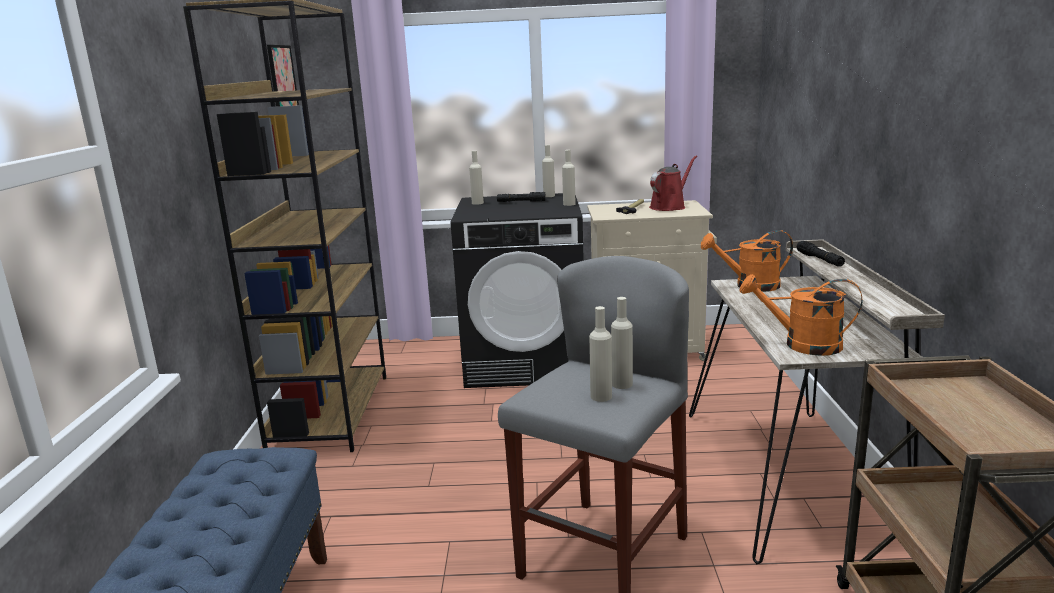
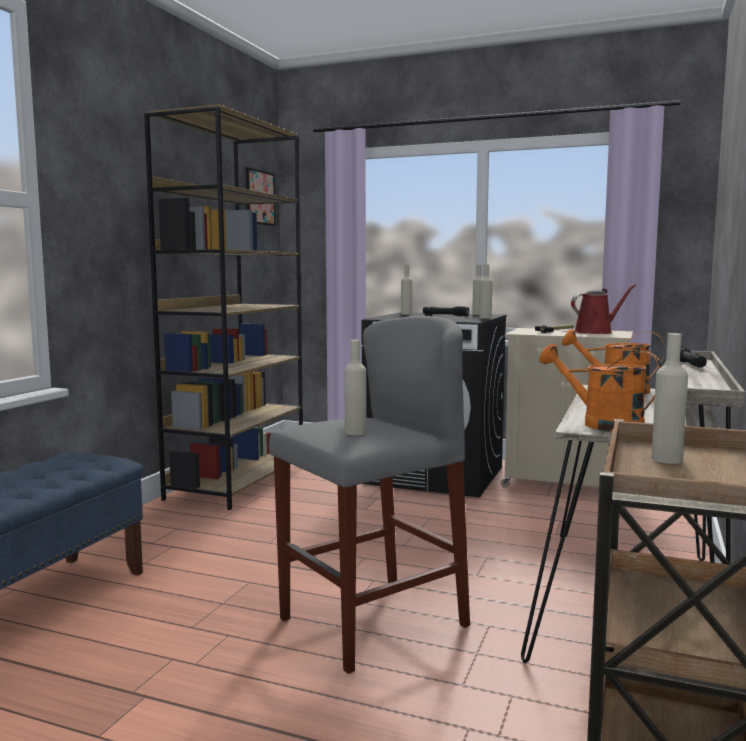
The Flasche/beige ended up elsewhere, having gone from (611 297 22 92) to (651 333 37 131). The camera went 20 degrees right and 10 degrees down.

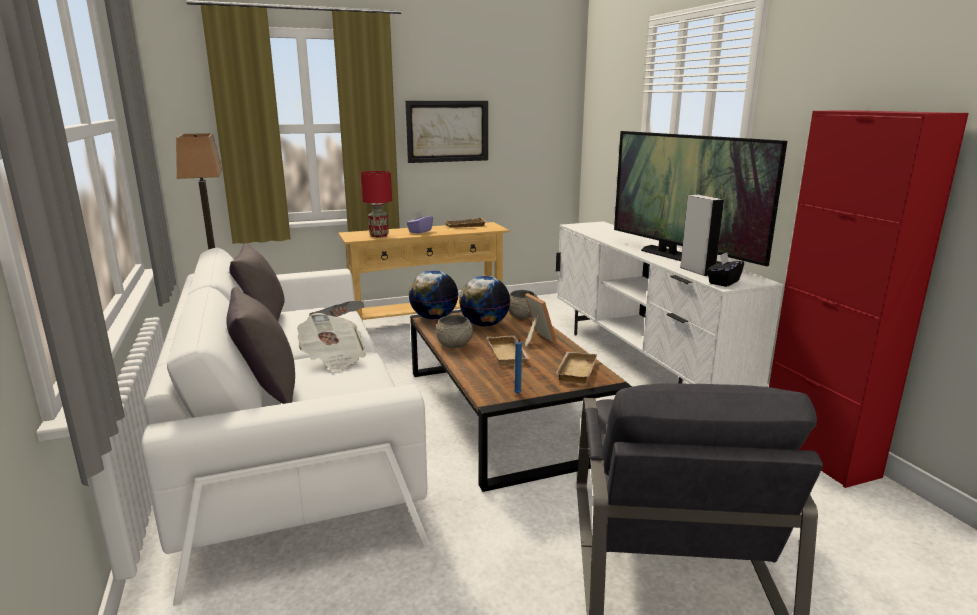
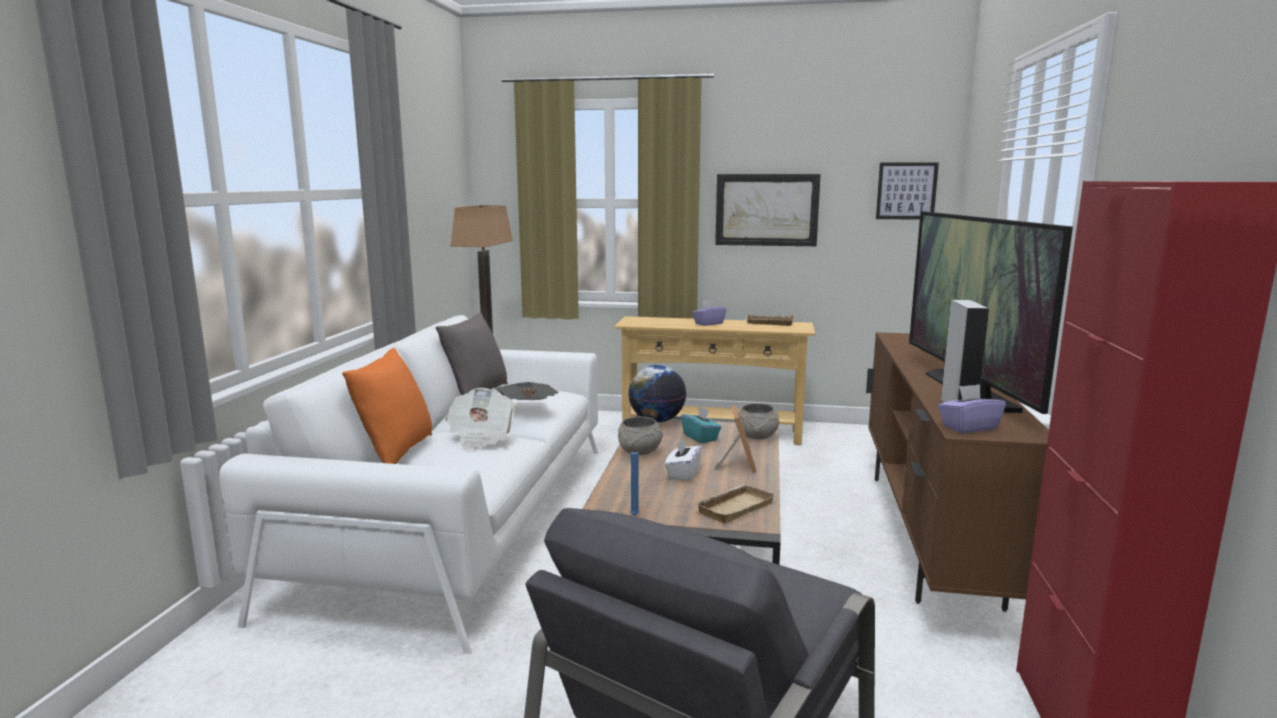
What was the Kissen/grau at (226 287 69 117) turned into the Kissen/orange at (342 348 90 116). Where the Tablett/beige stood at (487 335 42 31), the Taschentuchbox/weiß came to stand at (665 437 37 44). Where the Globus stood at (459 276 51 51), the Taschentuchbox/türkis came to stand at (681 407 40 36). What was the Fernsehschrank/weiß at (556 221 227 166) turned into the Fernsehschrank/braun at (866 332 183 280). The second view gained the Bild at (876 162 63 58). What was the Taschentuchbox/schwarz at (707 252 37 35) turned into the Taschentuchbox/lila at (938 384 68 49). The second view lost the Tischlampe/rot at (360 171 32 66). The camera went 30 degrees right and 5 degrees down.

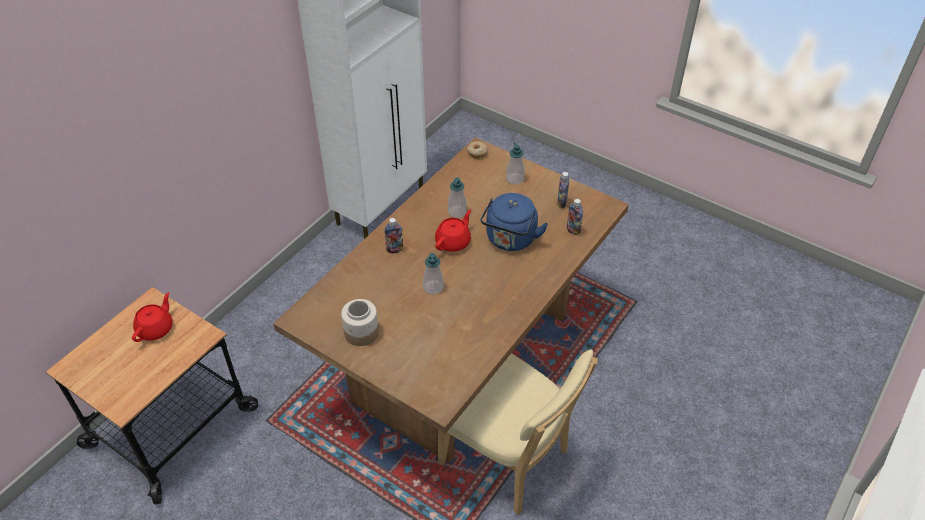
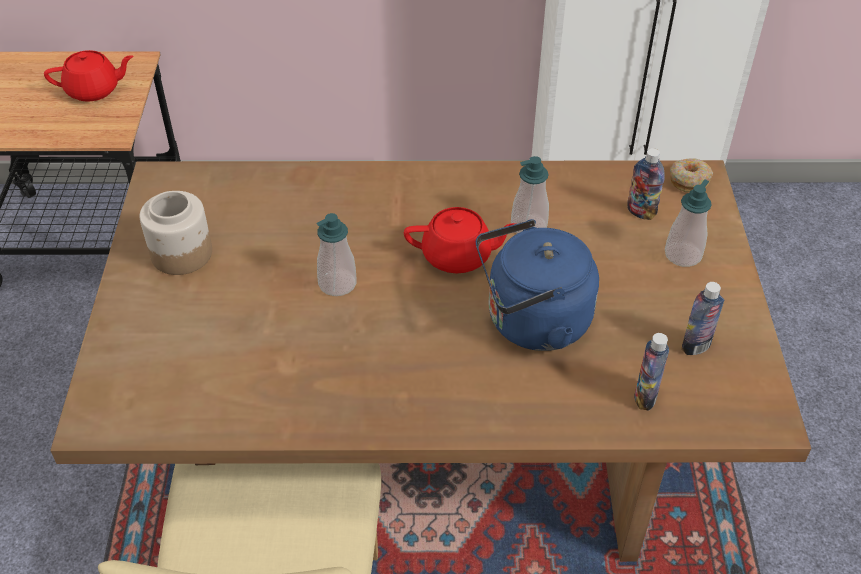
The Flasche ended up elsewhere, having gone from (384 218 19 35) to (627 148 38 72). The camera went 55 degrees right and 0 degrees up.

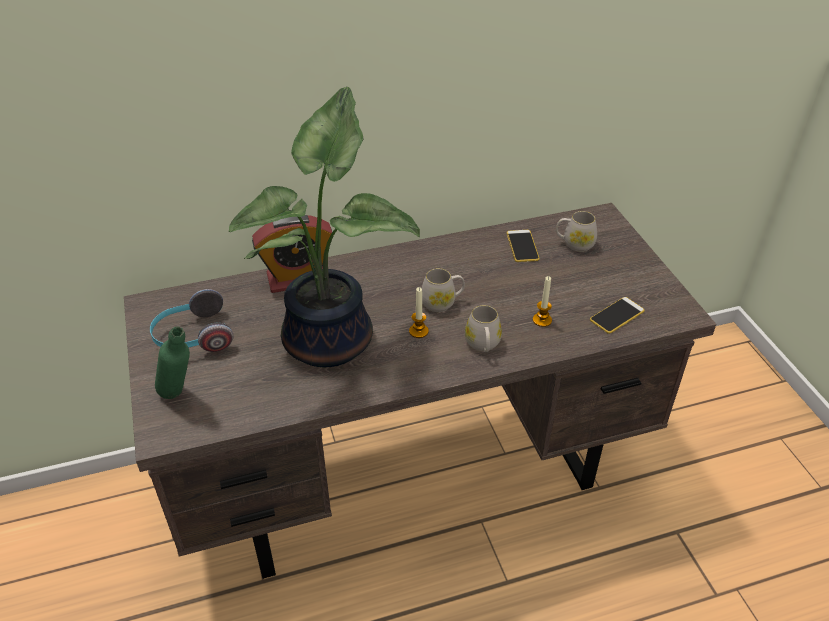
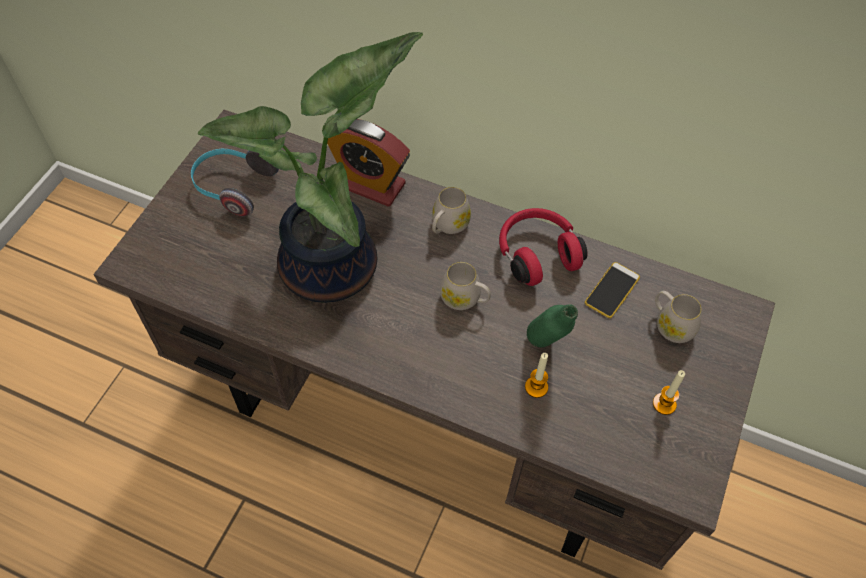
The Henkelbecher/weiß ended up elsewhere, having gone from (465 305 37 47) to (432 187 39 47). The second view gained the Kopfhörer/rot at (499 208 89 78). The Flasche/grün ended up elsewhere, having gone from (155 326 35 73) to (527 305 51 43). The Kerze ended up elsewhere, having gone from (409 287 20 51) to (653 370 32 45). The second view lost the Handy at (590 297 55 37). The camera went 40 degrees right and 15 degrees up.

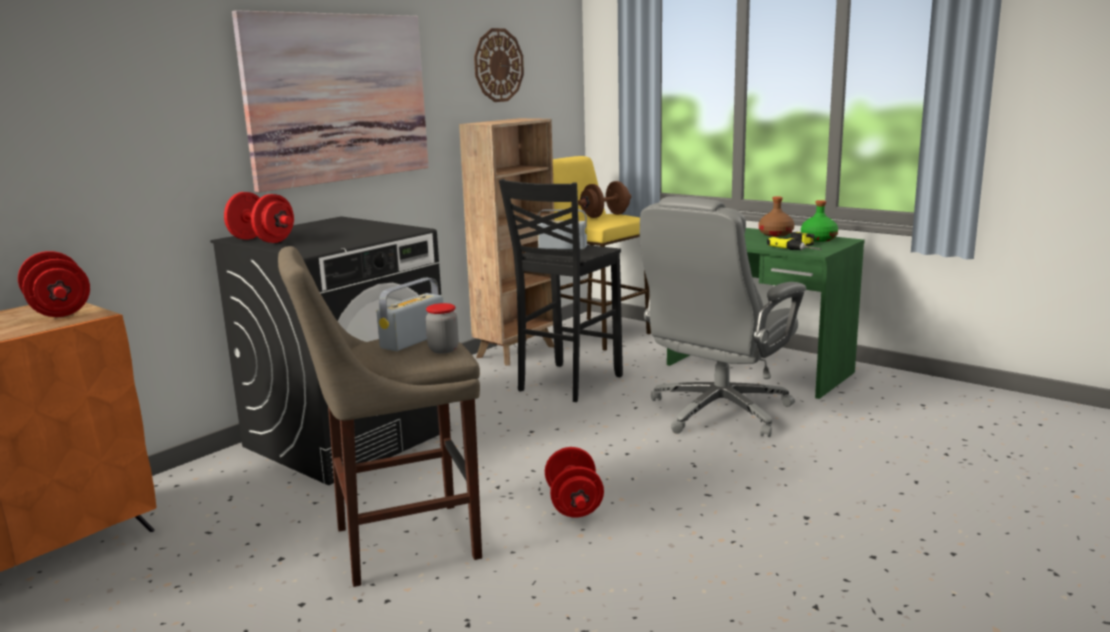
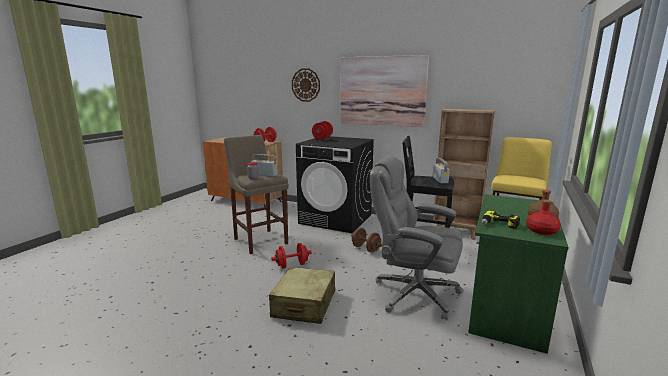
The second view gained the Koffer/beige at (269 267 66 57). The Wanduhr ended up elsewhere, having gone from (474 28 50 74) to (292 68 28 34). The Hantel/braun ended up elsewhere, having gone from (578 181 53 37) to (351 228 31 25). What was the Flasche/grün at (801 200 37 42) turned into the Flasche/rot at (526 200 35 35). The camera went 75 degrees right and 0 degrees up.

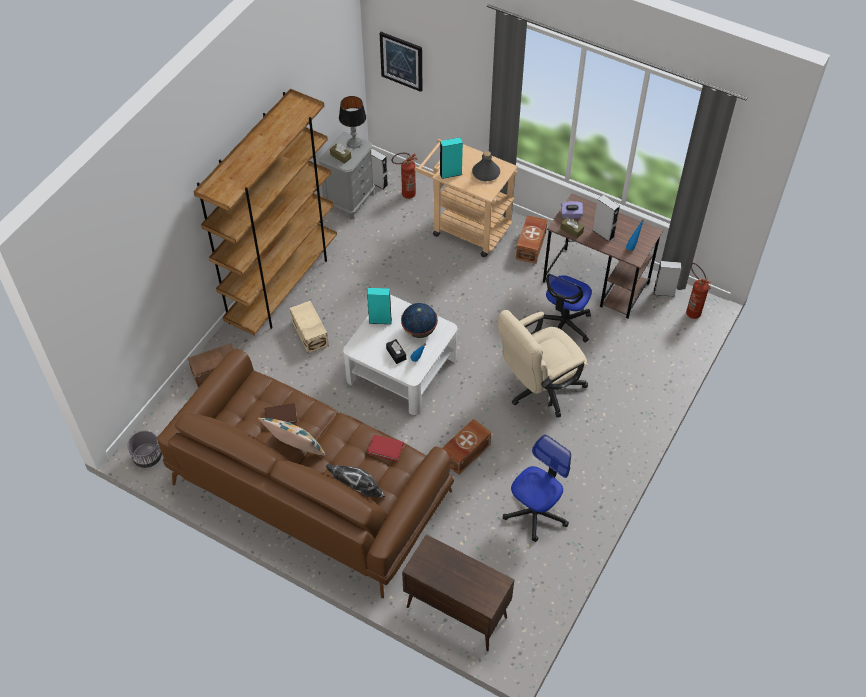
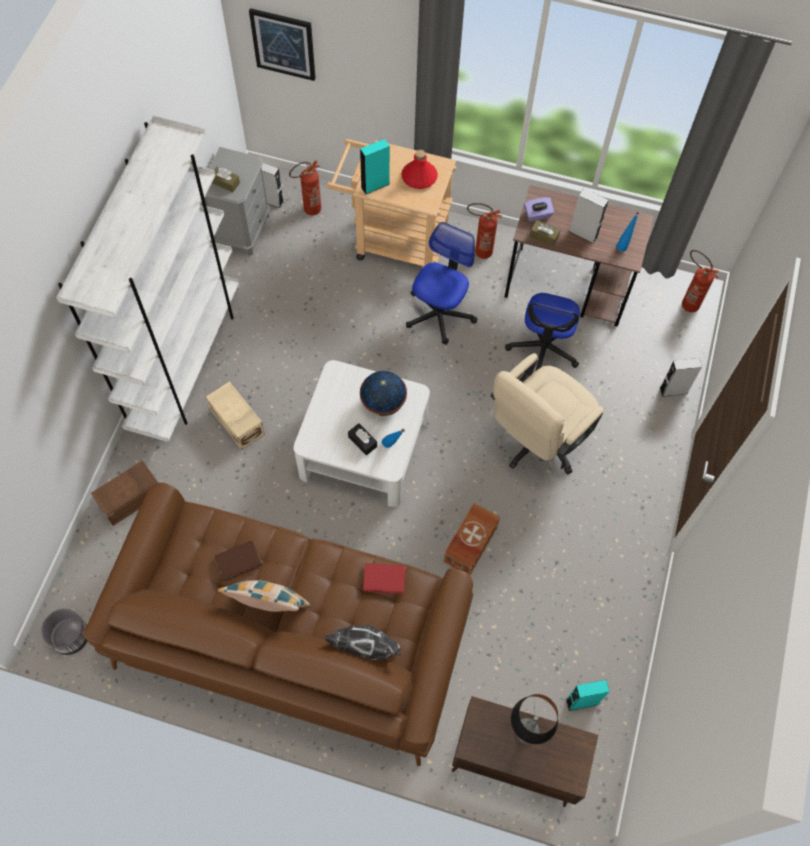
What was the Bücherregal/braun at (193 89 144 246) turned into the Bücherregal/weiß at (56 115 183 327). What was the Flasche/grau at (472 151 28 30) turned into the Flasche/rot at (401 150 37 39). The Bürostuhl ended up elsewhere, having gone from (503 435 68 107) to (406 222 71 123). Where the Aufbewahrungsbox/braun stood at (516 215 32 49), the Feuerlöscher came to stand at (467 203 35 56). The Tischlampe ended up elsewhere, having gone from (339 96 27 52) to (511 694 47 50). The Lautsprecher/türkis ended up elsewhere, having gone from (367 288 25 36) to (566 680 44 31). The Lautsprecher/grau ended up elsewhere, having gone from (654 261 27 36) to (659 358 43 39). The camera went 15 degrees left and 10 degrees up.

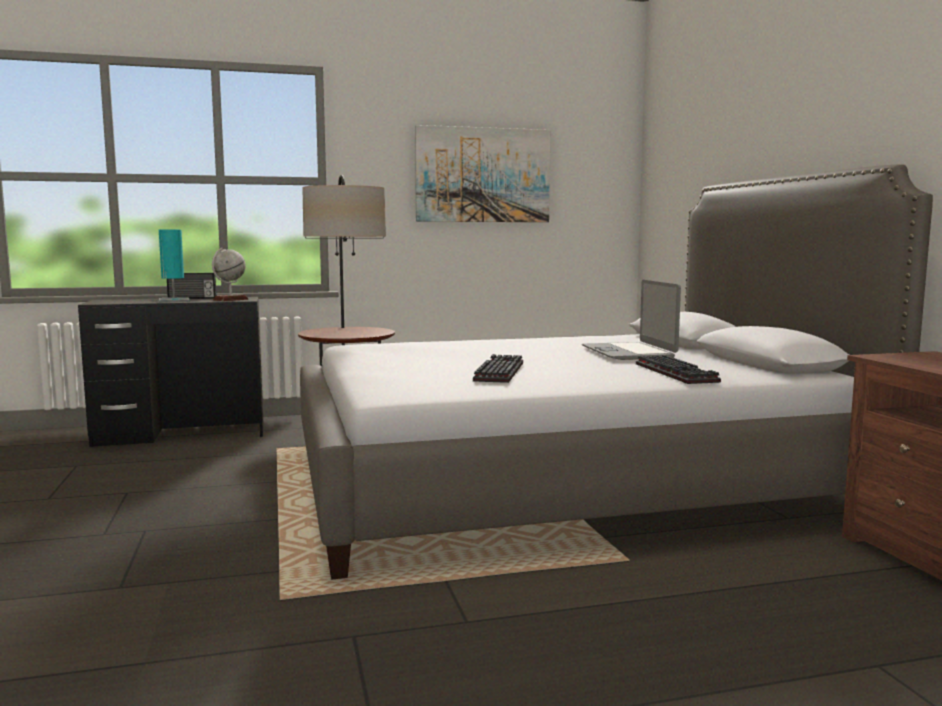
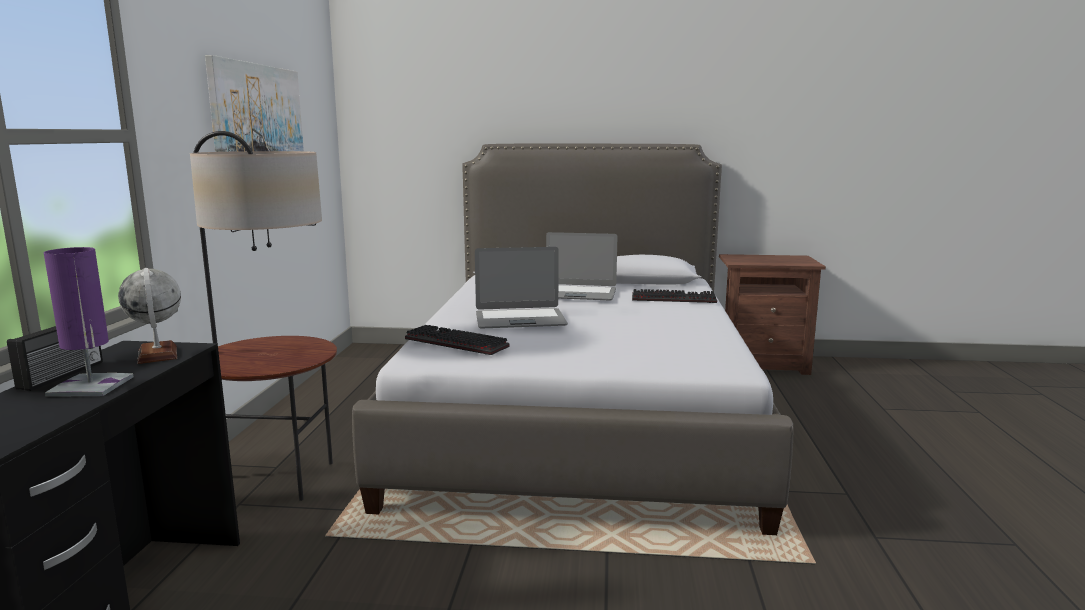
What was the Tischlampe/türkis at (159 230 30 72) turned into the Tischlampe/lila at (44 247 90 150). The Tastatur ended up elsewhere, having gone from (473 354 50 29) to (405 325 105 30). The second view gained the Laptop at (475 247 93 81). The camera went 70 degrees left and 5 degrees up.

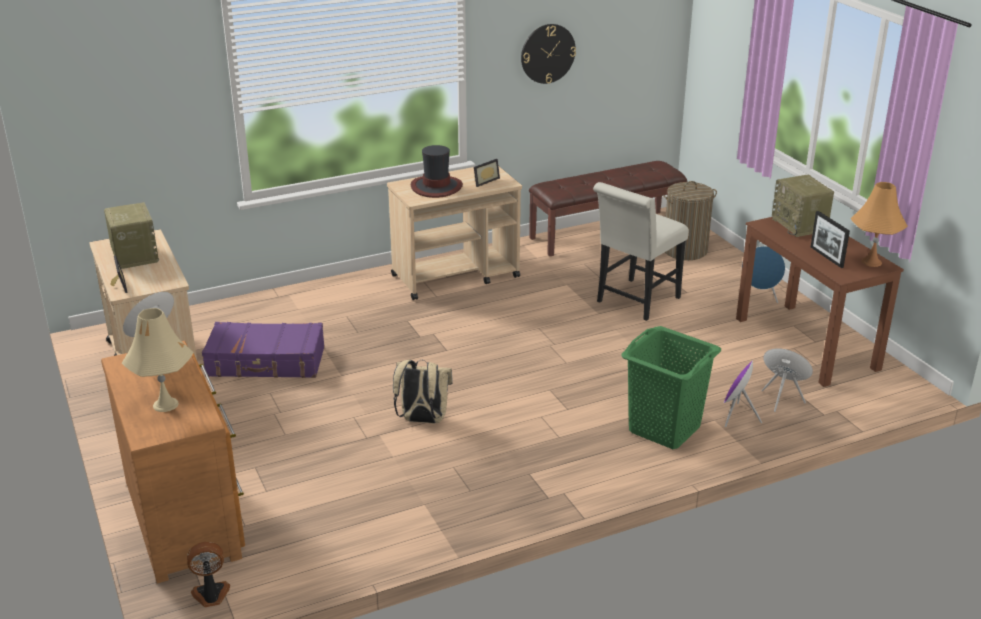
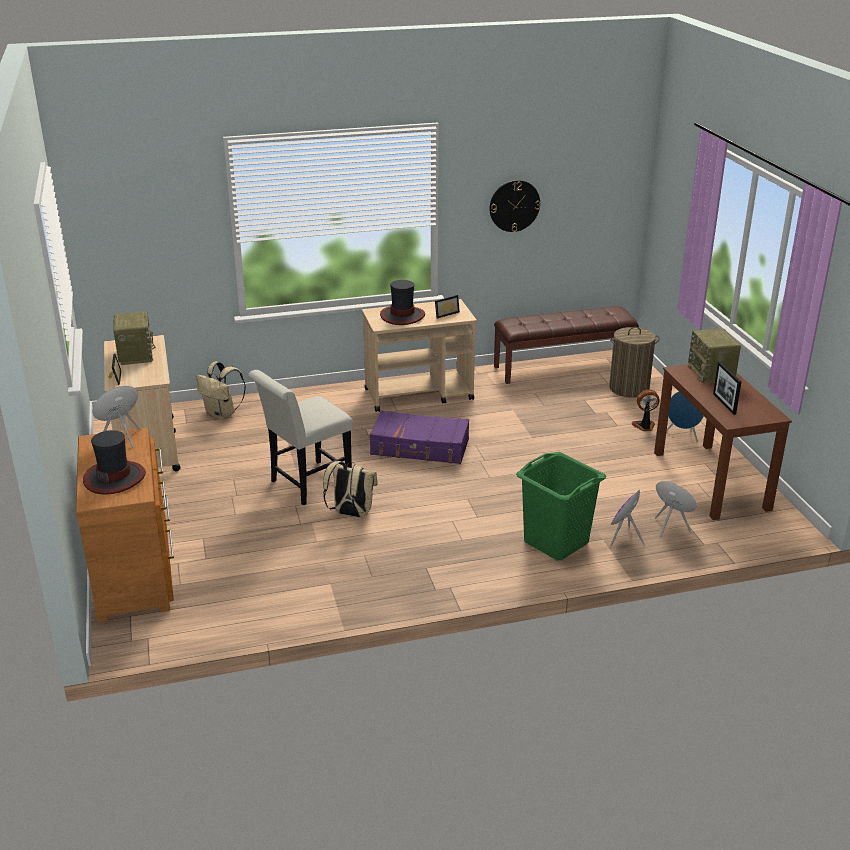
Where the Tischlampe/beige stood at (122 308 72 104), the Hut came to stand at (83 430 63 65). The second view gained the Rucksack/beige at (197 362 49 58). The Stuhl/weiß ended up elsewhere, having gone from (593 182 96 139) to (248 370 105 135). The Koffer/lila ended up elsewhere, having gone from (202 322 123 56) to (369 411 100 53). The Ventilator ended up elsewhere, having gone from (187 542 43 65) to (631 390 28 41). The second view lost the Tischlampe/orange at (850 182 58 85). The camera went 10 degrees right and 0 degrees up.

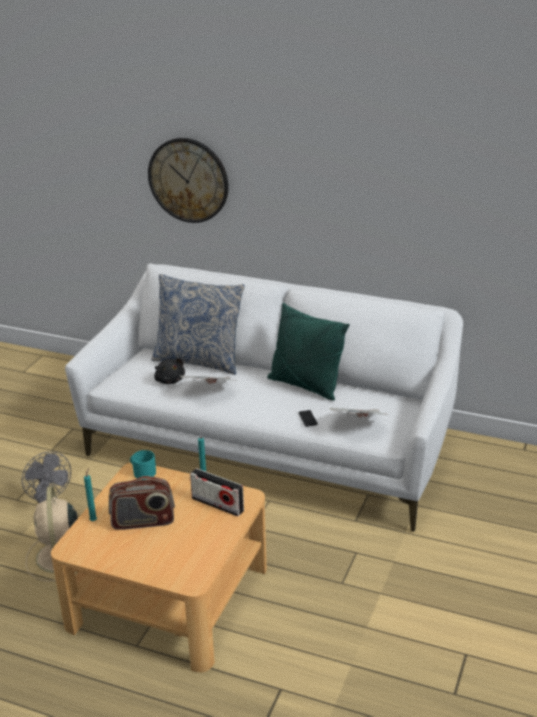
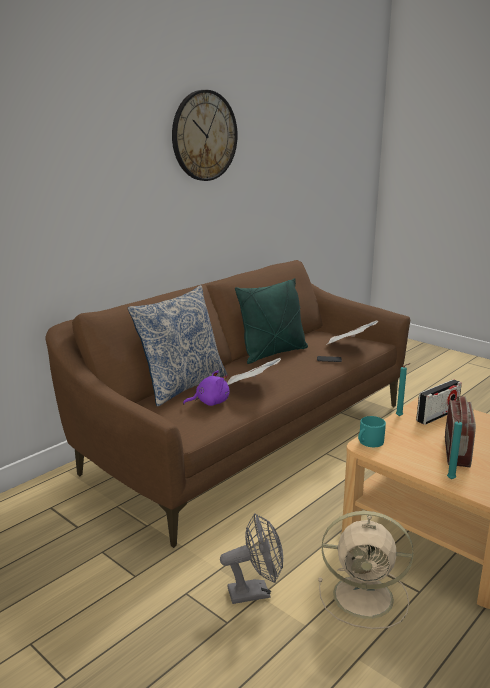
What was the Sofa/weiß at (65 264 398 268) turned into the Sofa/braun at (45 260 365 288). The Wanduhr ended up elsewhere, having gone from (148 138 81 85) to (172 90 65 91). What was the Plüschtier/schwarz at (154 358 31 26) turned into the Plüschtier/lila at (183 370 46 36). The camera went 70 degrees left and 10 degrees down.

